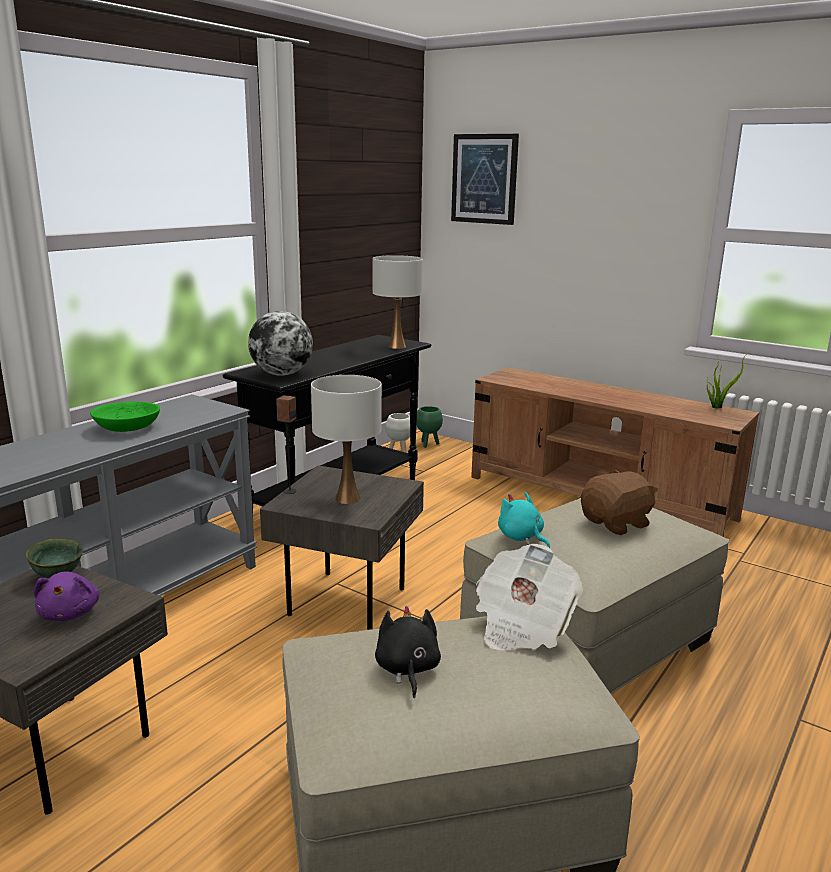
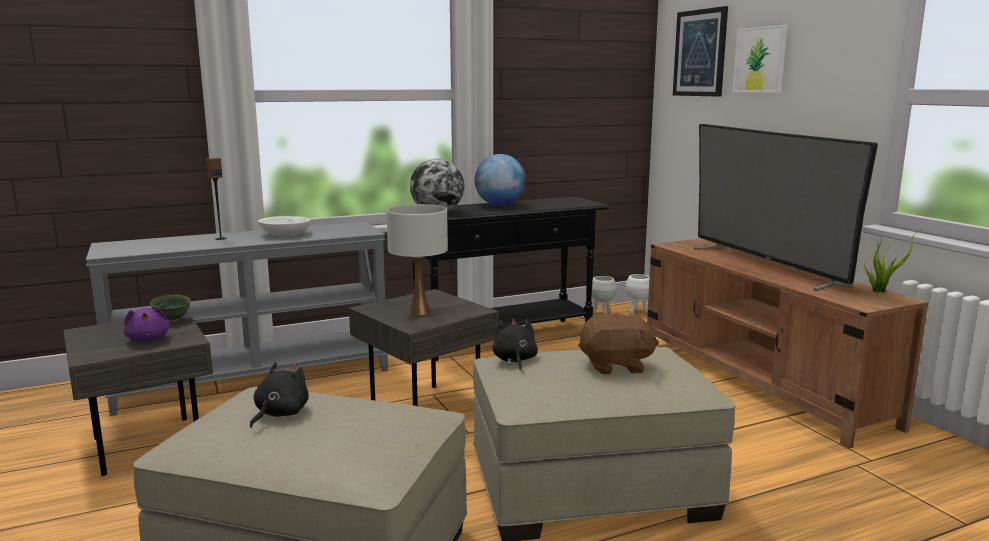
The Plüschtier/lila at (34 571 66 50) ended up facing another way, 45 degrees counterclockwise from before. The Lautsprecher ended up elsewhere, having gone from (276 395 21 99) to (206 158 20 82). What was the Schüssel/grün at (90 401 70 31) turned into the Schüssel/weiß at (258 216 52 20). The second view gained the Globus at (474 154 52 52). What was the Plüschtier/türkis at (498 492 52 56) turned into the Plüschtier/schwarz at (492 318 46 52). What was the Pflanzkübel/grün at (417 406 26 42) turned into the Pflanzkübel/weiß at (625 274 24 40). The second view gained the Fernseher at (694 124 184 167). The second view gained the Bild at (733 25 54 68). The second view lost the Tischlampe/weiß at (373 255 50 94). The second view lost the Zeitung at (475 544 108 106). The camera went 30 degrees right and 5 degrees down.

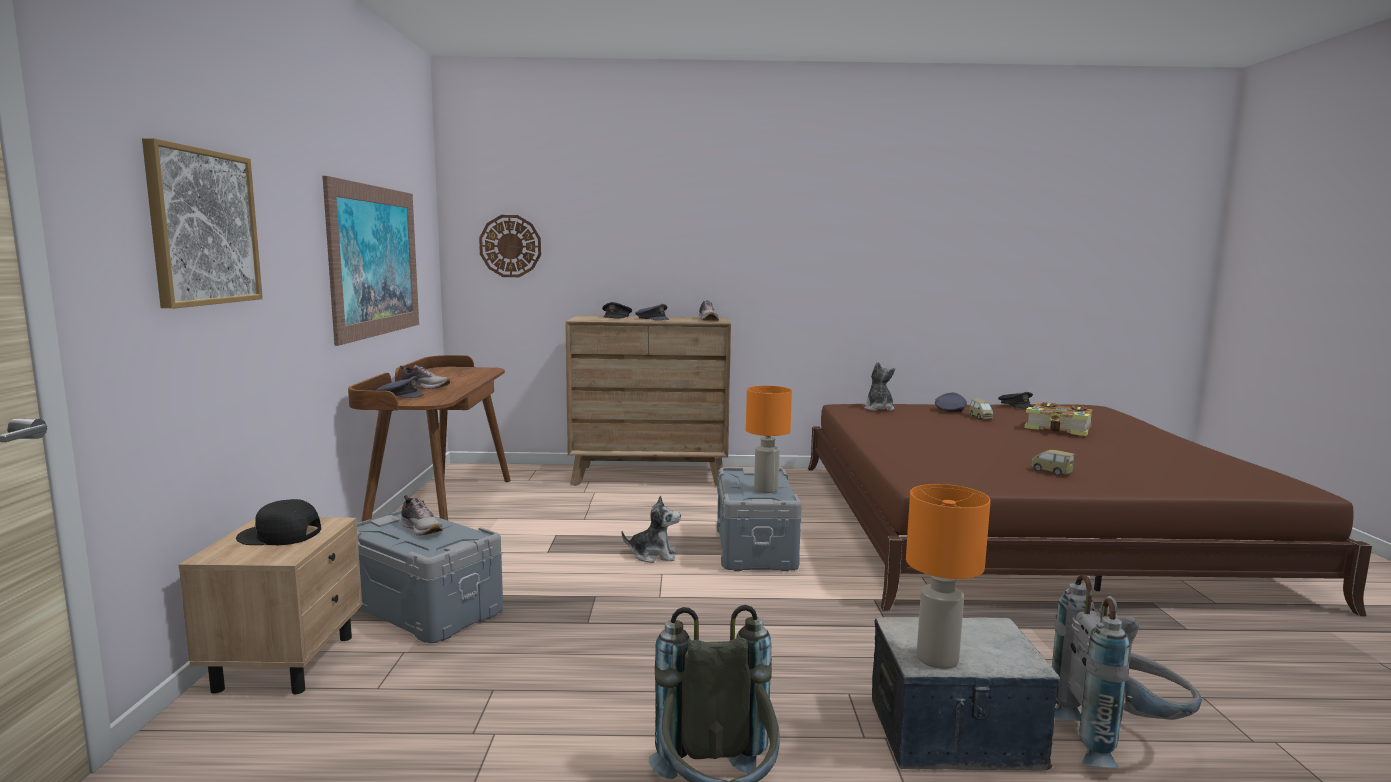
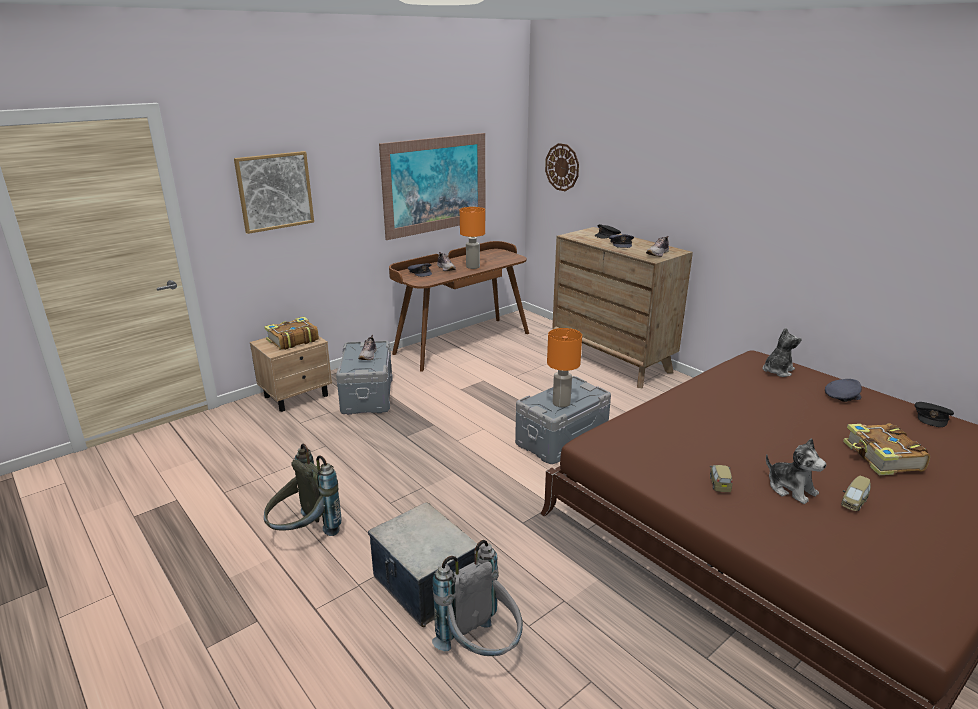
Where the Kappe/schwarz stood at (236 499 85 46), the Buch came to stand at (264 317 55 33). The Tischlampe/orange ended up elsewhere, having gone from (906 484 85 185) to (460 207 25 62). The Plüschtier ended up elsewhere, having gone from (622 495 59 68) to (766 438 60 66). The Spielzeugauto ended up elsewhere, having gone from (970 399 24 20) to (841 476 30 35). The camera went 50 degrees right and 15 degrees up.

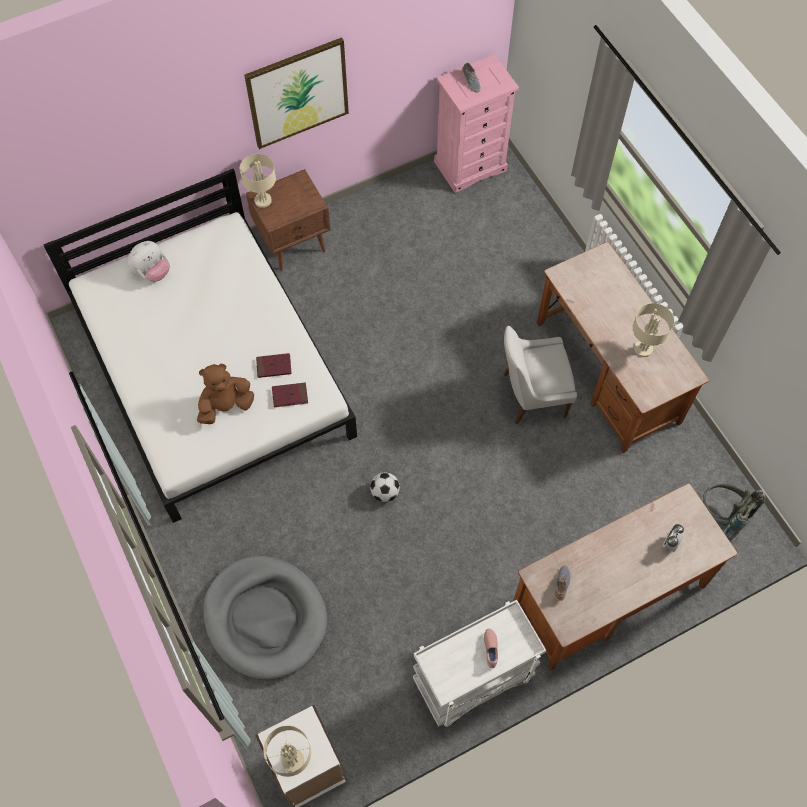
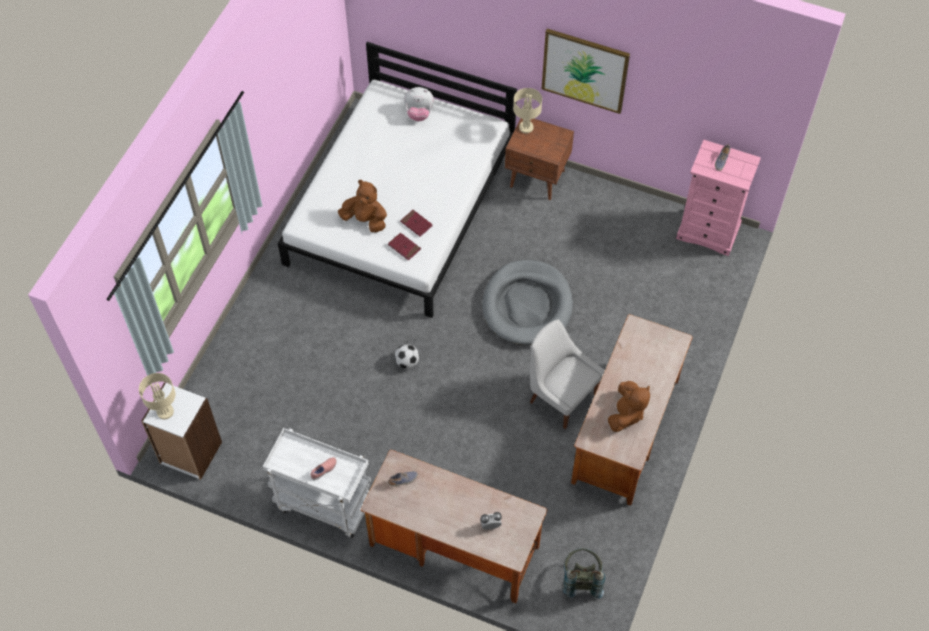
The Hundebett/grau ended up elsewhere, having gone from (203 556 124 124) to (482 260 91 86). Where the Tischlampe/beige stood at (632 303 42 54), the Plüschtier/braun came to stand at (608 381 42 51). The camera went 50 degrees right and 5 degrees down.

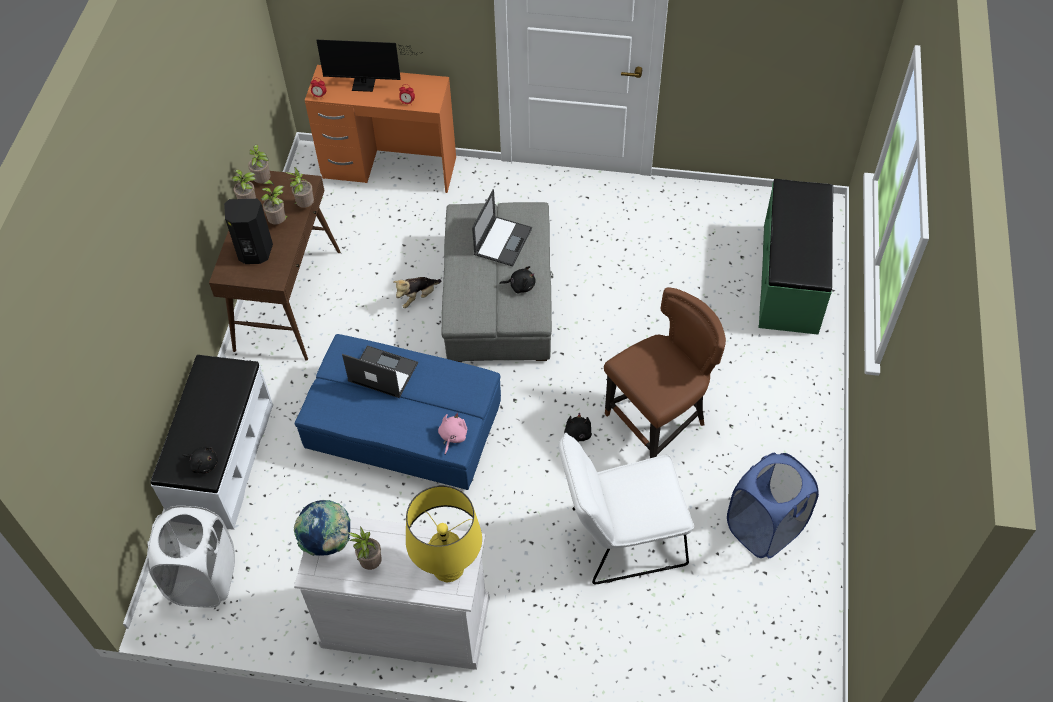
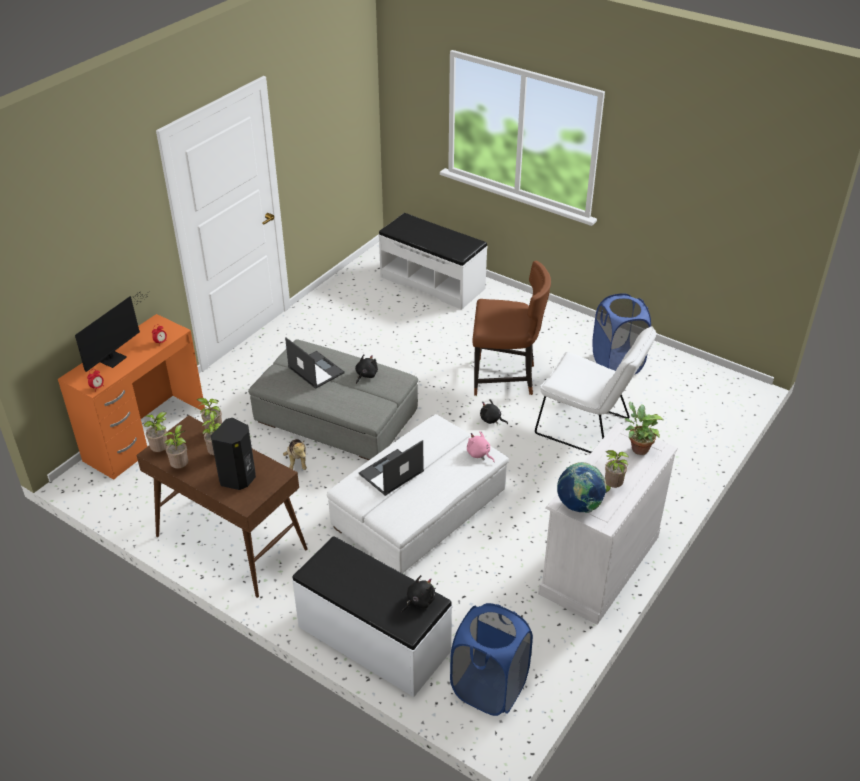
What was the Polsterhocker/blau at (295 334 206 156) turned into the Polsterhocker/weiß at (327 414 182 160). What was the Bank/grün at (758 179 75 156) turned into the Bank/weiß at (378 213 109 97). What was the Wäschekorb/weiß at (147 506 88 102) turned into the Wäschekorb/blau at (450 603 83 113). The Stuhl/braun at (604 288 122 170) ended up facing another way, 105 degrees clockwise from before. The Stuhl/weiß at (558 433 136 151) ended up facing another way, 75 degrees counterclockwise from before. Where the Tischlampe/gelb stood at (406 485 76 97), the Topfpflanze came to stand at (625 402 39 53). The camera went 65 degrees left and 15 degrees down.

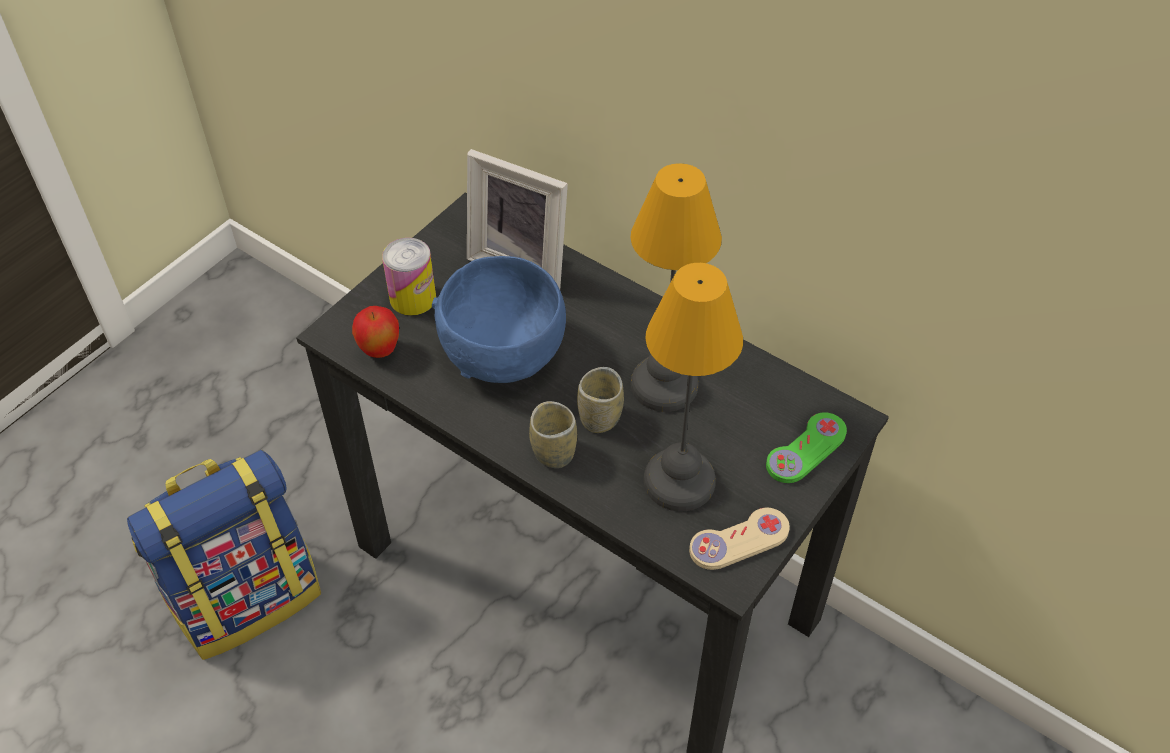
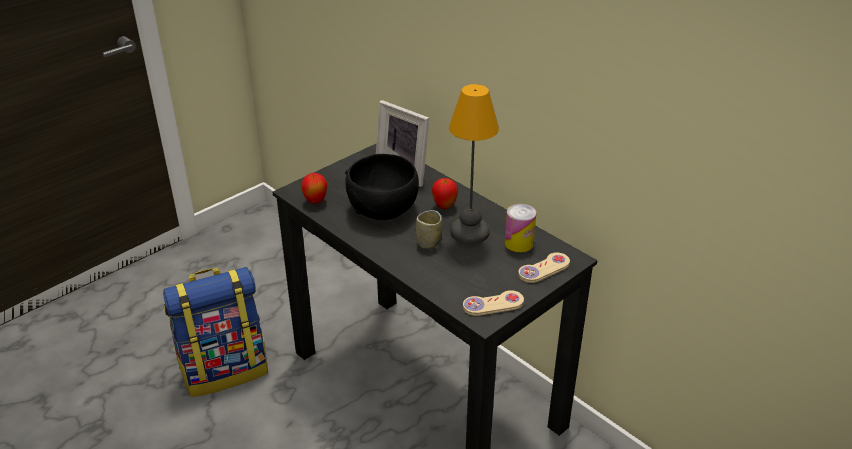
What was the Schüssel/blau at (432 256 134 127) turned into the Schüssel/schwarz at (345 154 74 66). The second view gained the Apfel at (432 178 26 32). The Dose ended up elsewhere, having gone from (382 238 54 78) to (505 204 31 49). What was the Gamepad/grün at (766 412 81 71) turned into the Gamepad/beige at (518 253 52 30). The second view lost the Tasse at (529 401 48 67). The second view lost the Tischlampe at (644 263 99 248). The camera went 10 degrees right and 15 degrees down.

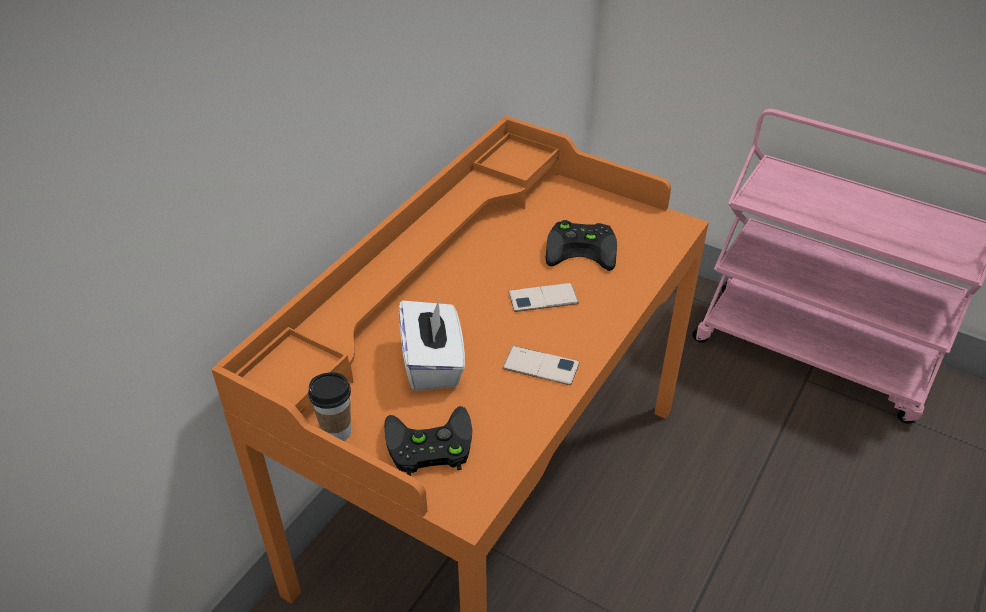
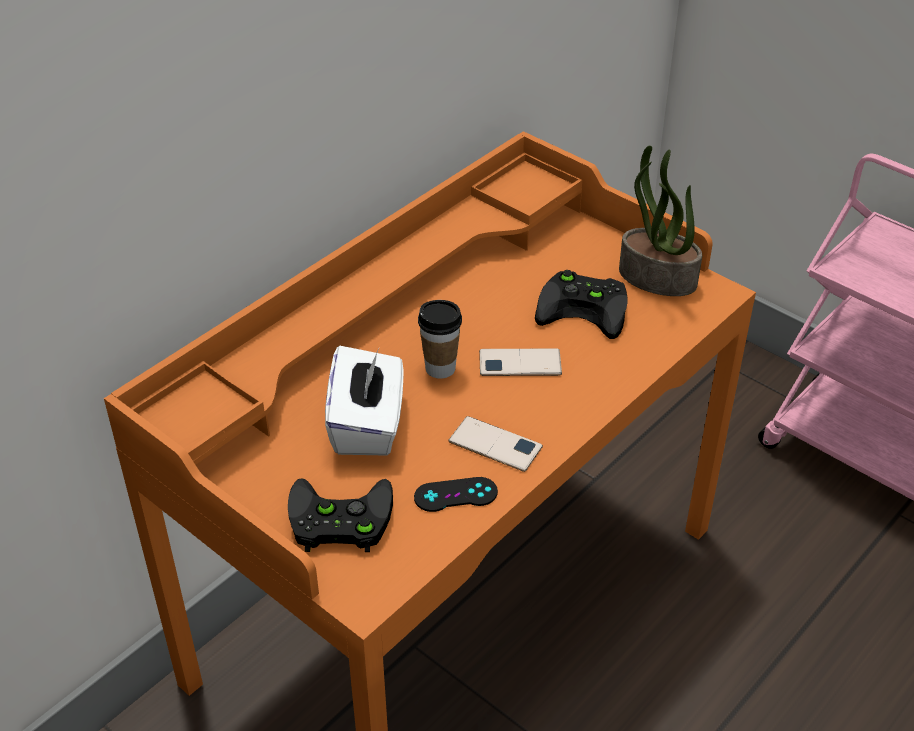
The second view gained the Gamepad/schwarz at (414 477 84 35). The Tasse ended up elsewhere, having gone from (308 372 43 69) to (418 300 44 79). The second view gained the Topfpflanze at (619 146 83 150). The camera went 10 degrees right and 0 degrees up.

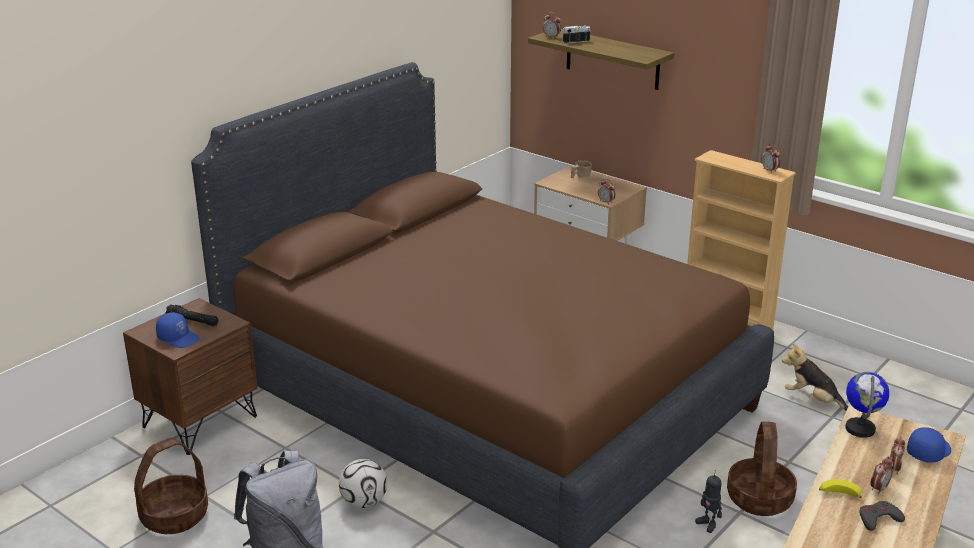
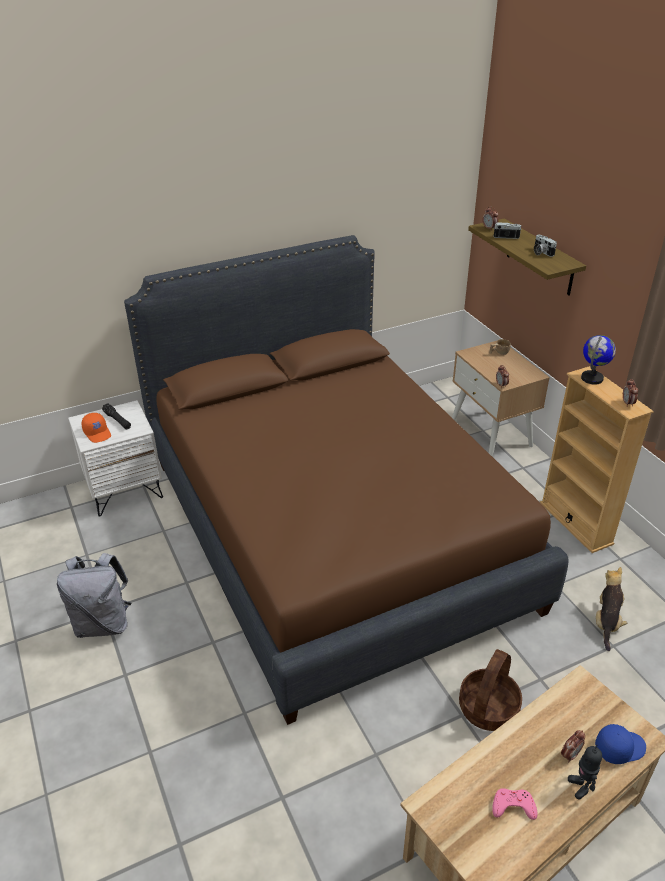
What was the Nachttisch/braun at (123 298 134 157) turned into the Nachttisch/weiß at (68 400 95 116). What was the Kappe/blau at (156 313 44 35) turned into the Kappe/orange at (82 413 29 30). What was the Gamepad/grau at (859 501 46 30) turned into the Gamepad/rosa at (492 788 45 32). The second view gained the Kamera at (534 235 23 22). The Spielzeugroboter ended up elsewhere, having gone from (695 470 27 63) to (568 745 34 55). The Globus ended up elsewhere, having gone from (845 372 45 66) to (581 335 35 50). The Plüschtier at (782 342 67 69) ended up facing another way, 45 degrees clockwise from before. The second view lost the Korb at (134 438 74 96). The second view lost the Fußball at (339 459 48 49). The second view lost the Banane at (819 479 43 19). The second view lost the Wecker at (870 457 23 37). The camera went 25 degrees right and 10 degrees up.

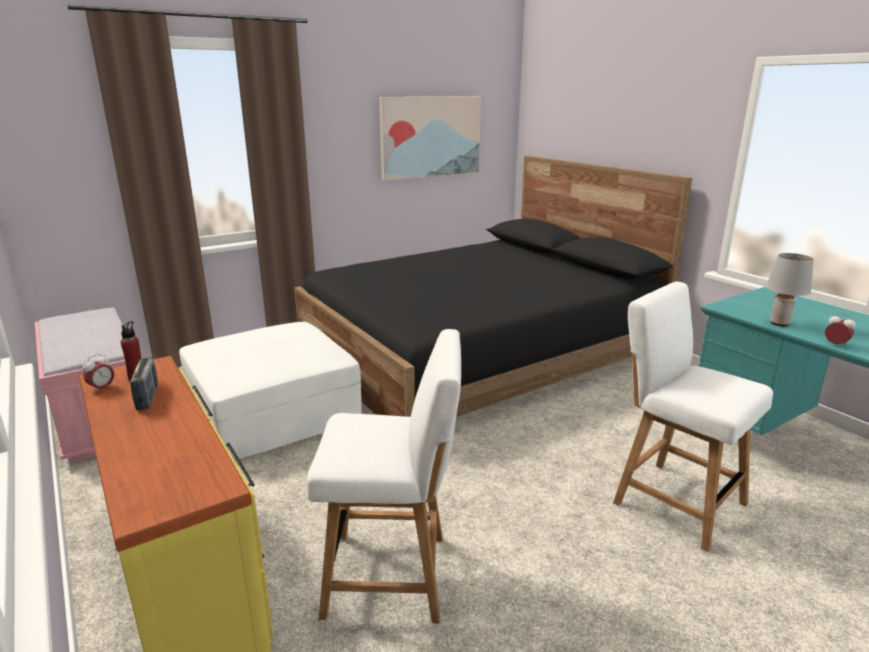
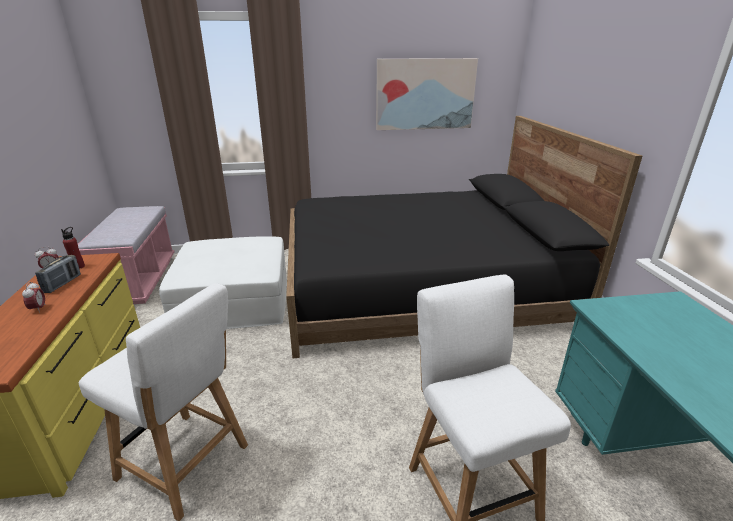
The Wecker ended up elsewhere, having gone from (825 313 31 34) to (22 282 24 31). The second view lost the Tischlampe/grau at (766 253 48 73). The camera went 25 degrees right and 5 degrees up.

